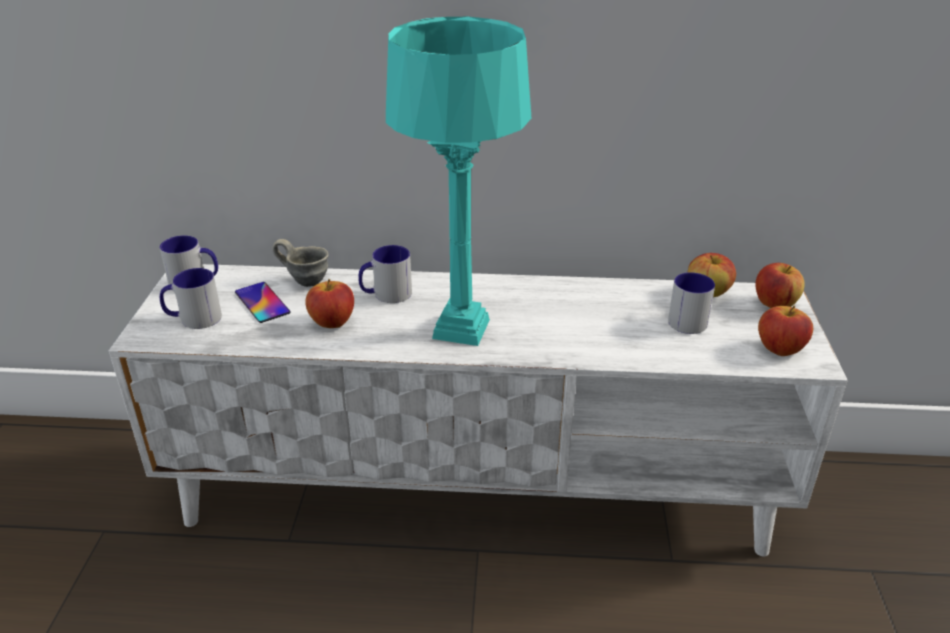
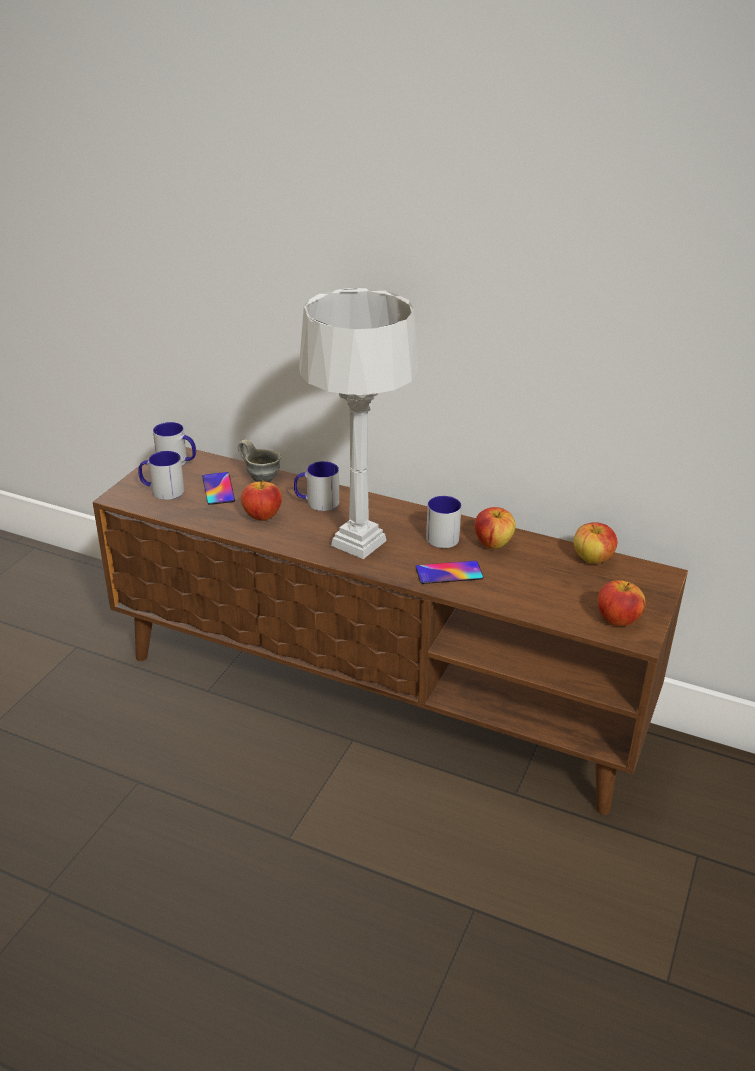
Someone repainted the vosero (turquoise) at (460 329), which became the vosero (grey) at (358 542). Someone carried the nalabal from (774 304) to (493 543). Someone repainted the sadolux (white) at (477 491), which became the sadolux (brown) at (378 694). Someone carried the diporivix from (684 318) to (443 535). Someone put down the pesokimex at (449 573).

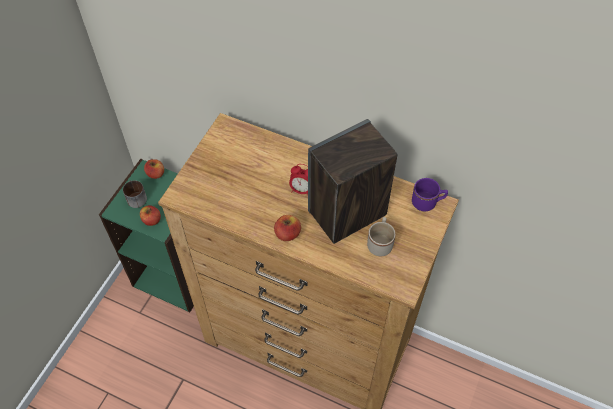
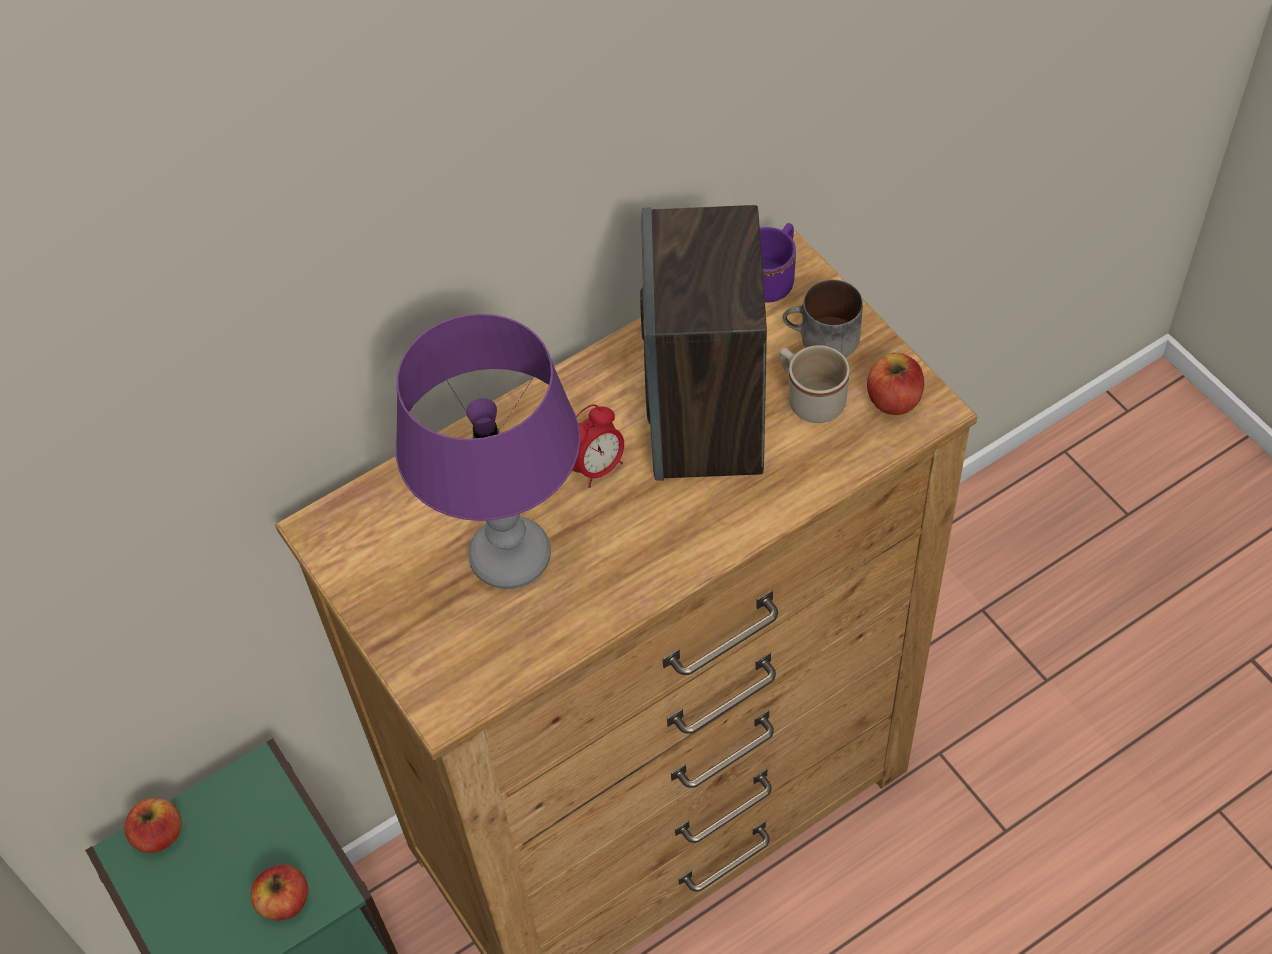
Someone carried the diporivix from (135 197) to (822 339). Someone carried the nalabal from (287 234) to (893 399). Someone put down the vosero (purple) at (511 558).

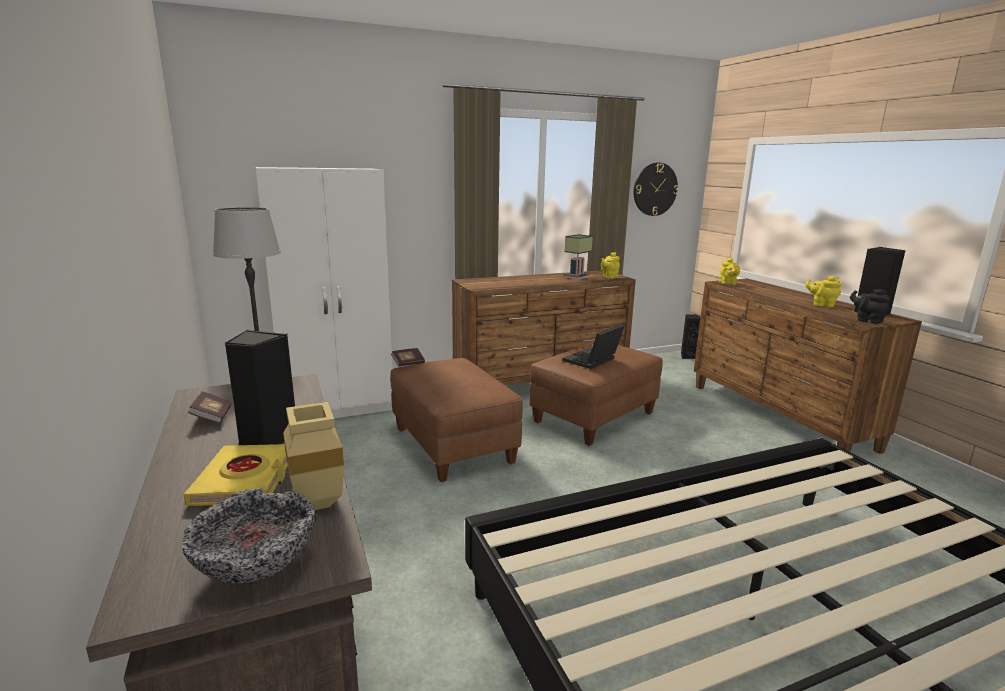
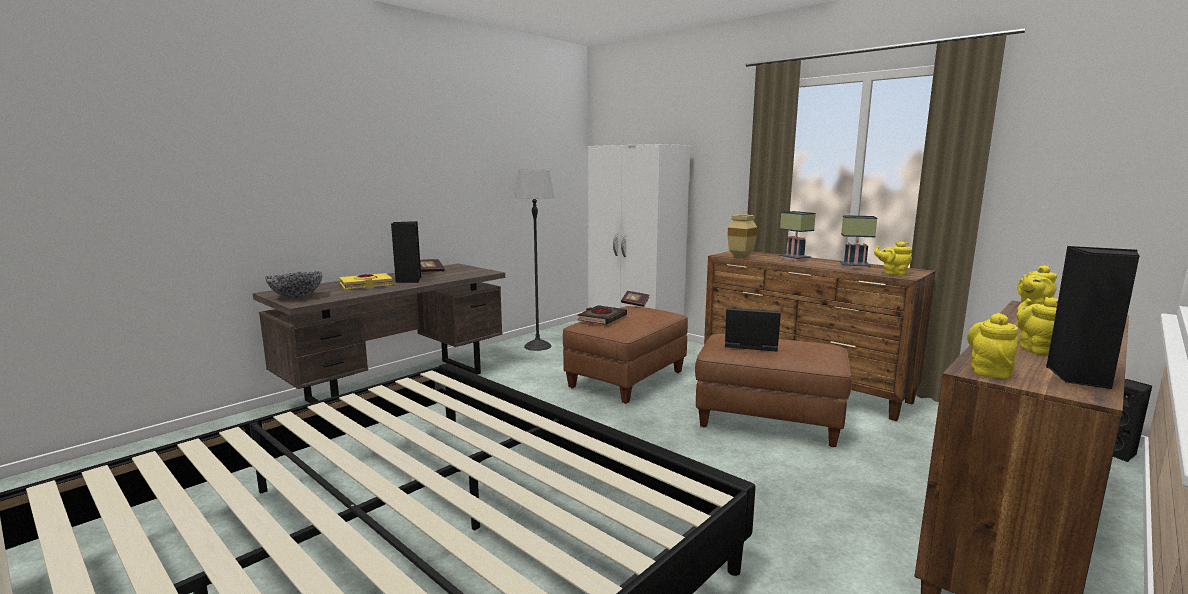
Someone took away the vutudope at (655 189). Someone repainted the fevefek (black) at (867 320), which became the fevefek (yellow) at (989 371). Someone carried the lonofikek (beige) from (320 504) to (741 257). Someone put down the vosero at (792 259). Someone put down the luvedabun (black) at (602 318).

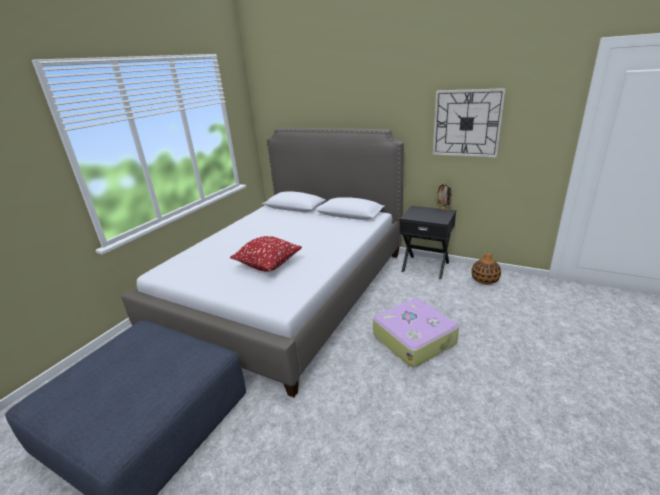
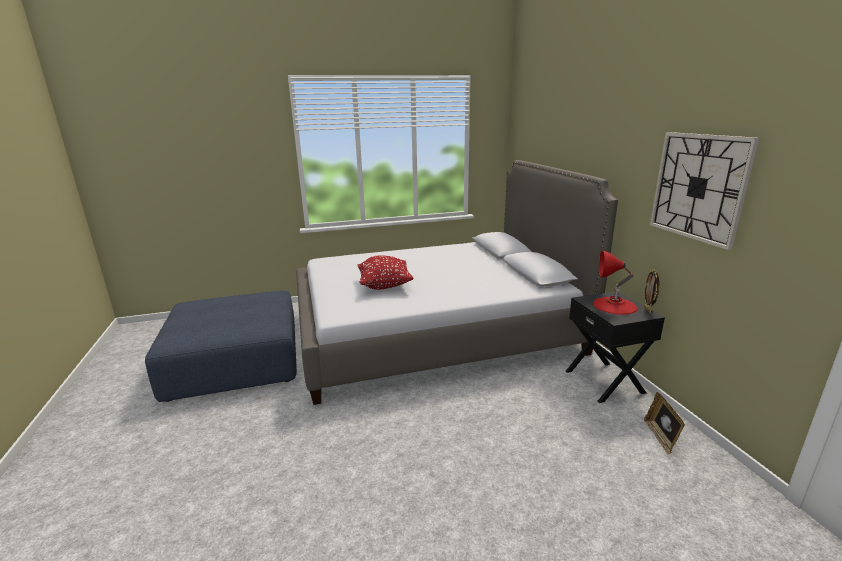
Someone swapped the lonofikek at (485 280) for the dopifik at (660 437). Someone took away the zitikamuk at (414 338). Someone put down the vosero (red) at (614 305).

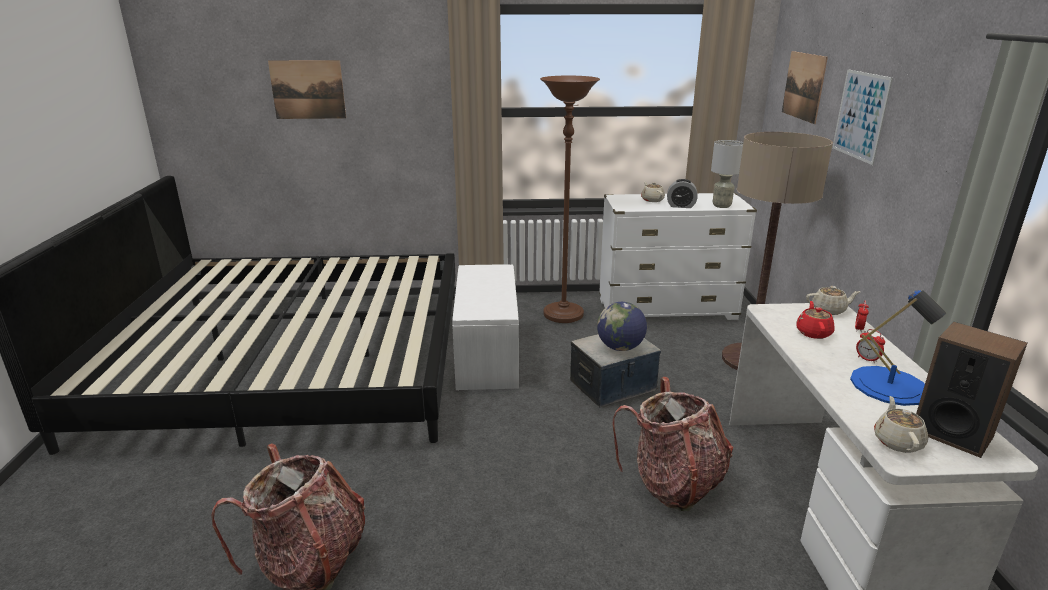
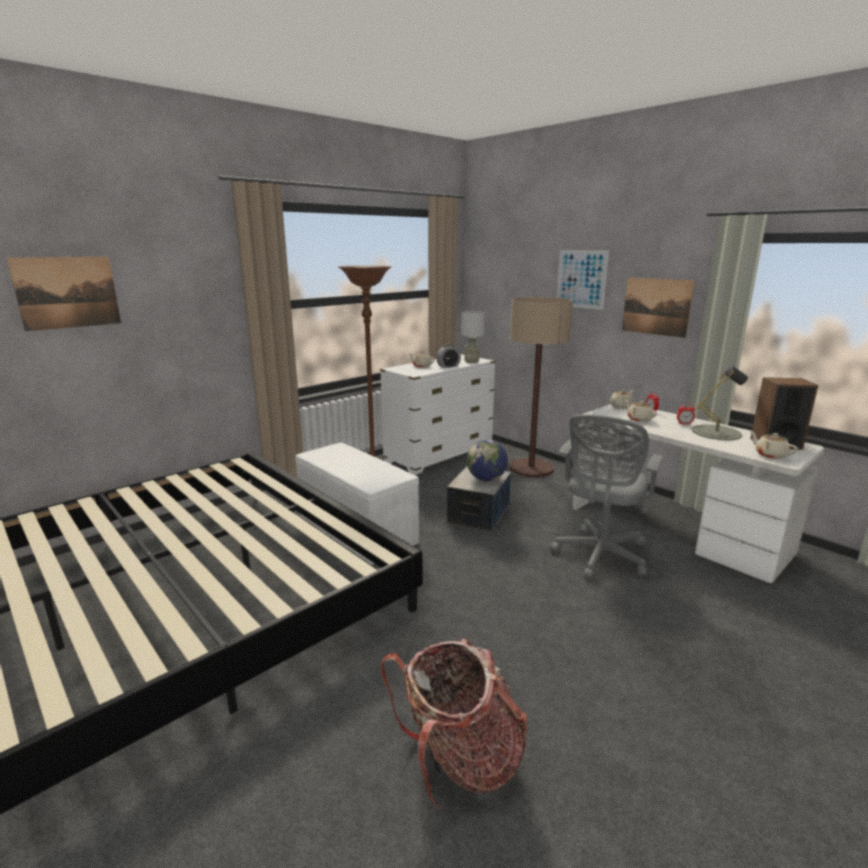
Someone carried the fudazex from (803 86) to (656 306). Someone repainted the vosero (blue) at (889 385), which became the vosero (grey) at (716 432). Someone repainted the fevefek (red) at (813 332), which became the fevefek (beige) at (639 419). Someone swapped the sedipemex at (673 484) for the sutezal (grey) at (599 557).

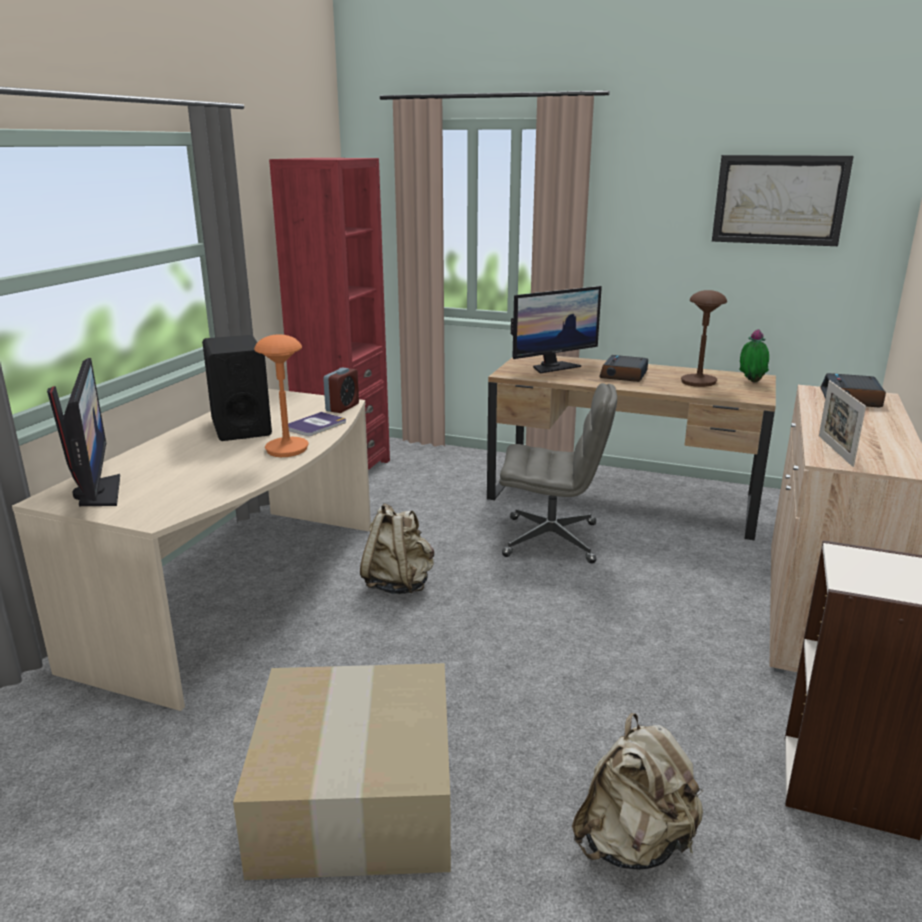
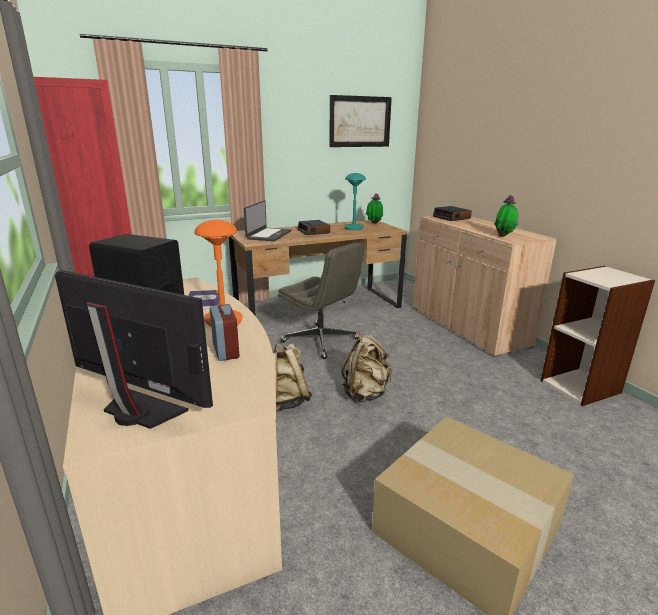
Someone swapped the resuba at (553 367) for the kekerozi at (268 235). Someone repainted the vosero (brown) at (698 382), which became the vosero (turquoise) at (354 228). Someone carried the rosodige from (342 407) to (226 351). Someone swapped the dopifik at (835 450) for the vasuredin at (504 236). Someone rotated the sutezal (grey) at (552 540) by 75 degrees clockwise. Someone carried the sedipemex (beige) from (633 843) to (365 393).

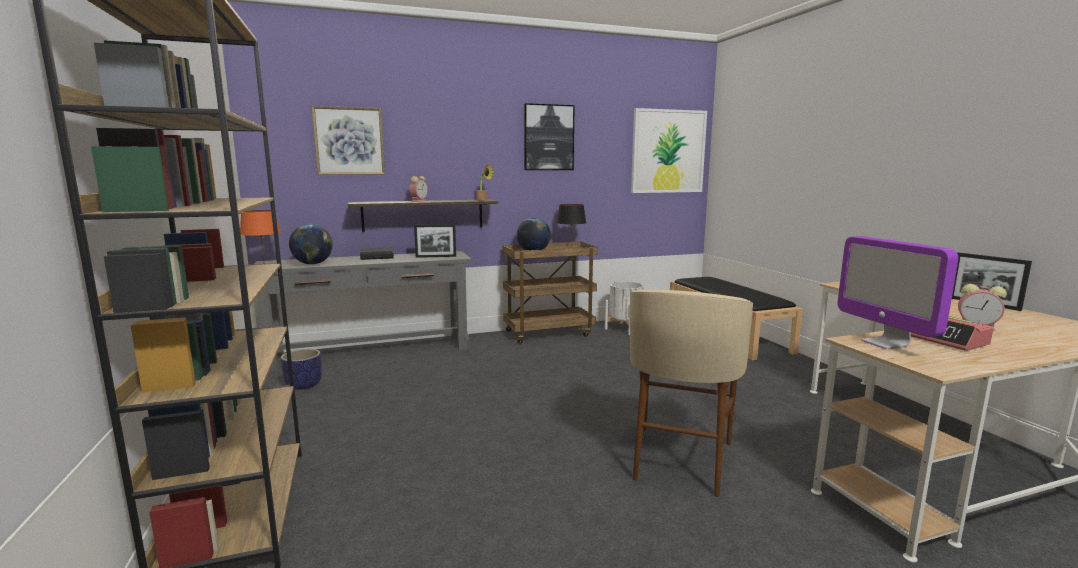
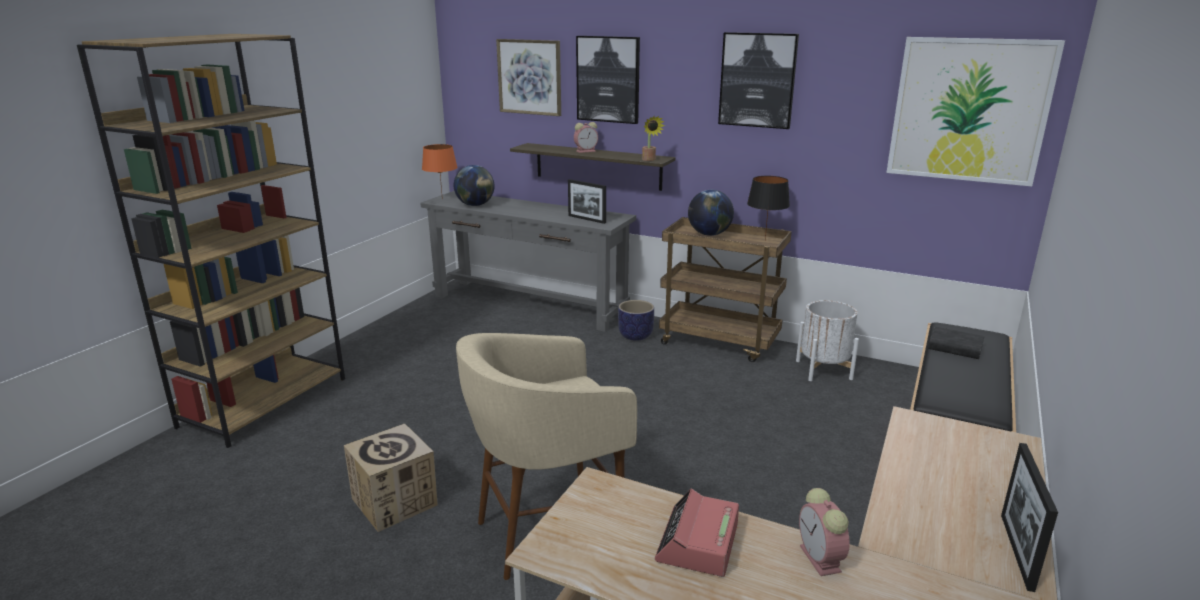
Someone took away the resuba at (884 343). Someone carried the luvedabun (black) from (377 257) to (955 347). Someone carried the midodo from (303 385) to (635 335). Someone put up the fudazex at (608 79). Someone put down the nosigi at (395 502).

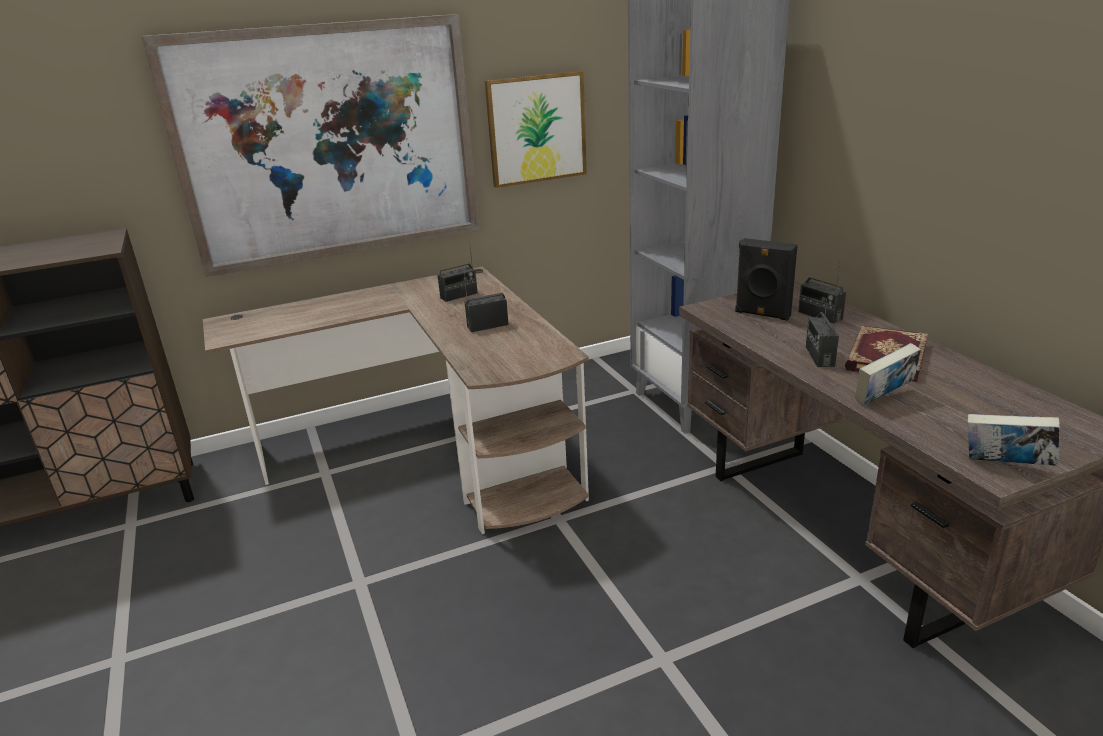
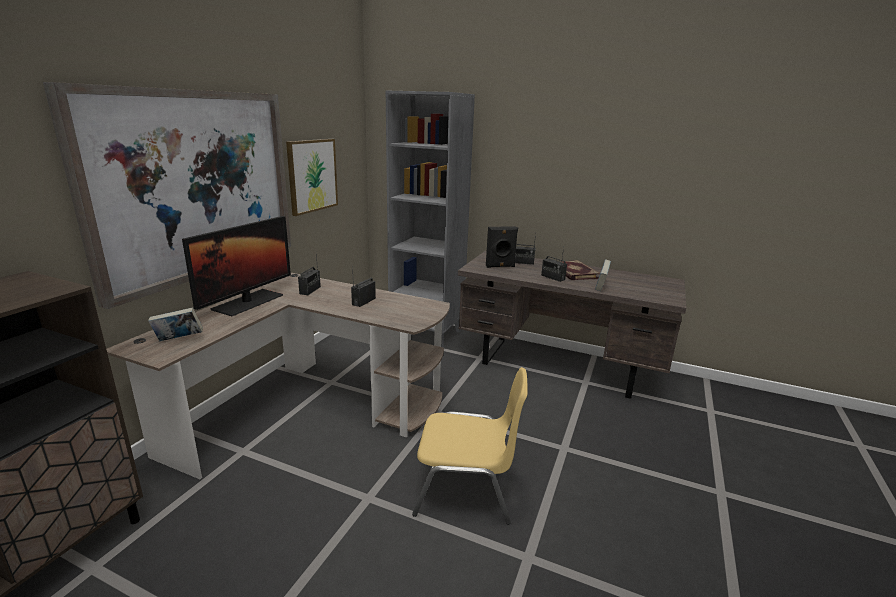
Someone carried the luvedabun from (1005 466) to (179 339). Someone put down the resuba at (248 302). Someone put down the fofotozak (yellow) at (466 488).

